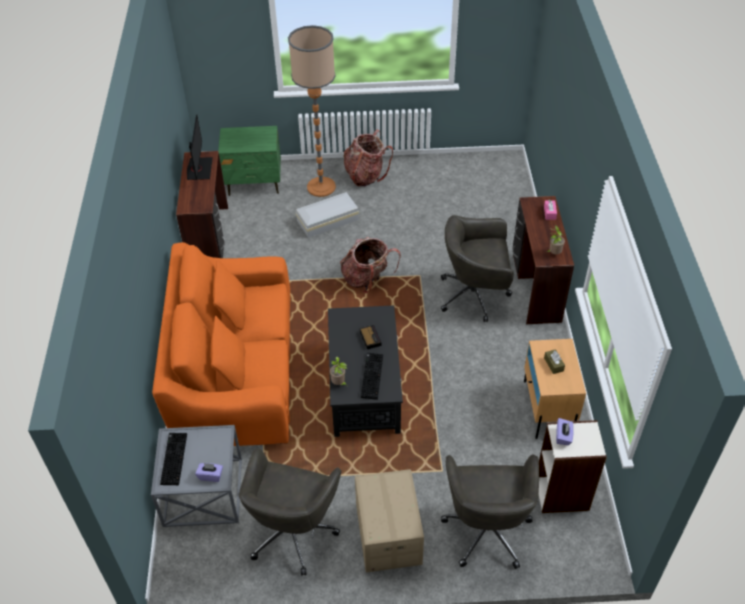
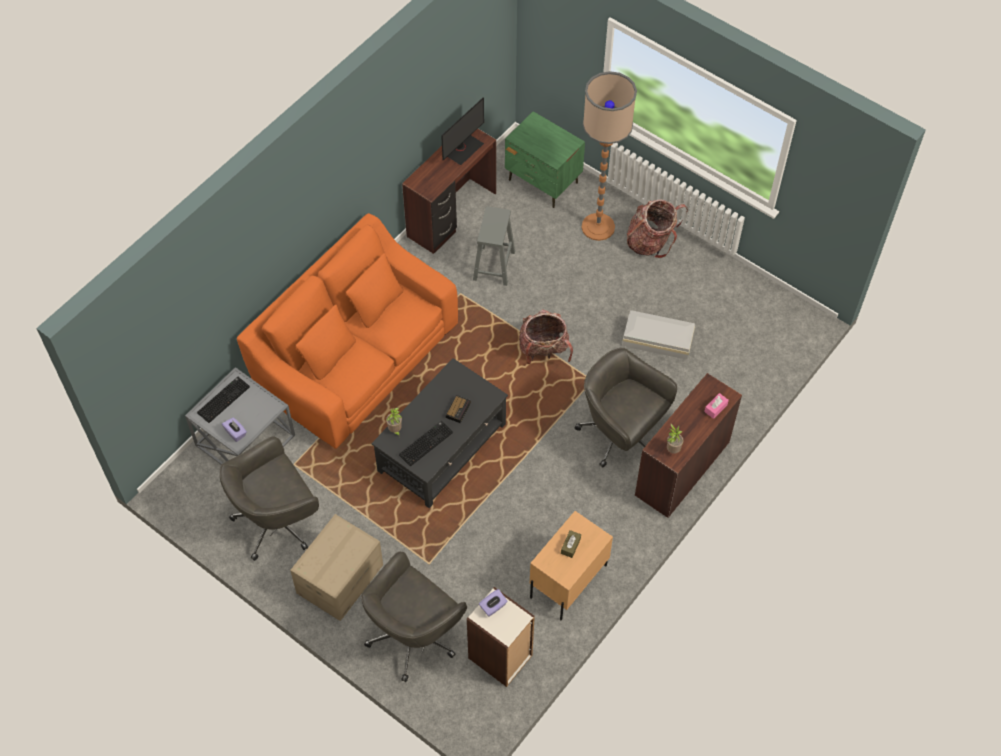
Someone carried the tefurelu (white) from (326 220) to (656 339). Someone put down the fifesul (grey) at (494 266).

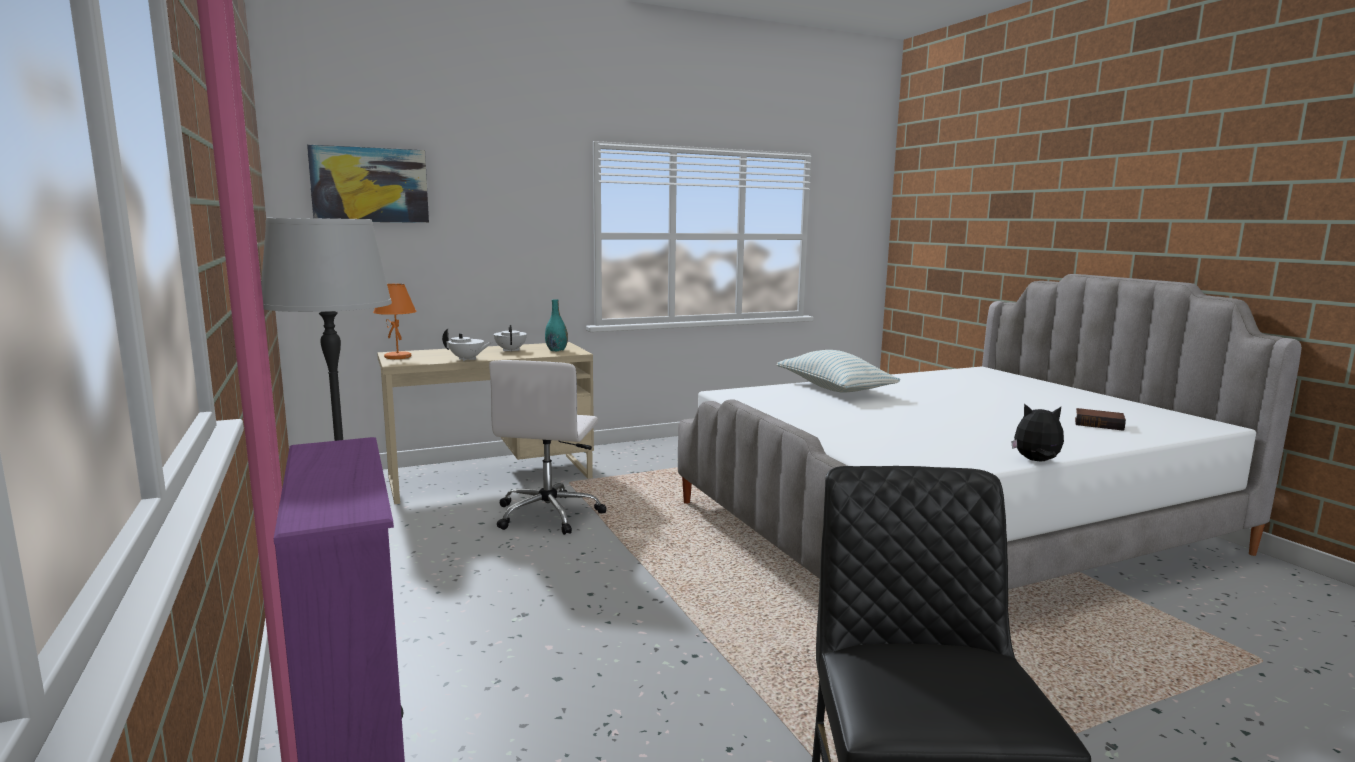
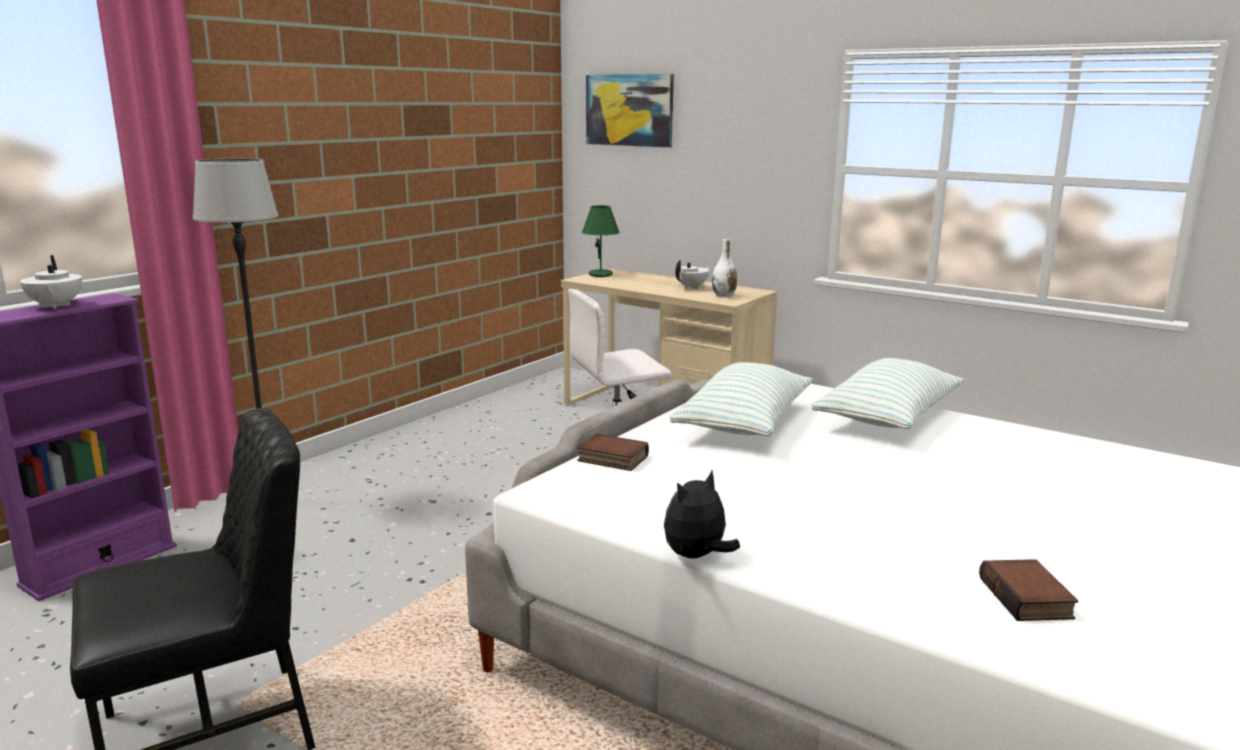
Someone repainted the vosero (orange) at (398 357), which became the vosero (green) at (601 275). Someone repainted the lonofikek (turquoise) at (556 350), which became the lonofikek (white) at (724 296). Someone carried the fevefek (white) from (467 359) to (55 306). Someone rotated the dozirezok at (1036 461) by 120 degrees counterclockwise. Someone put down the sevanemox at (744 423). Someone put down the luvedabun at (611 459).

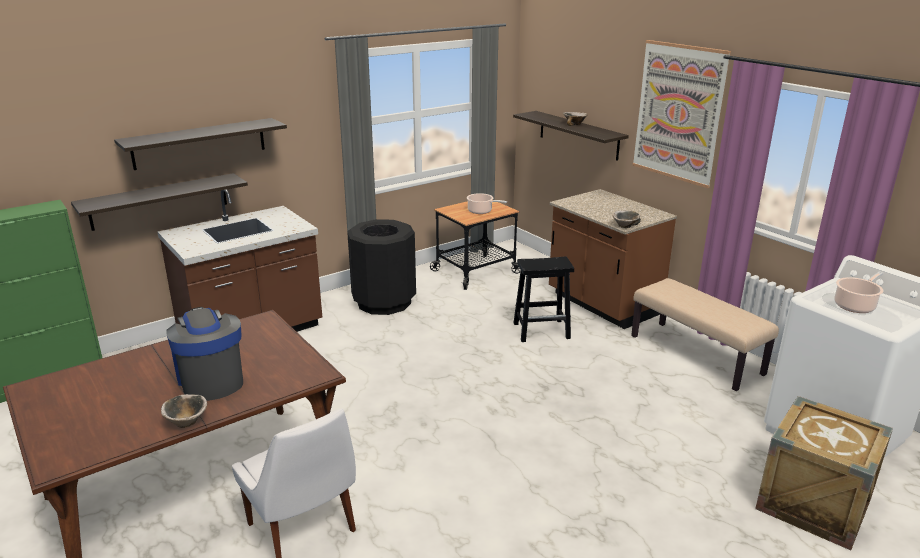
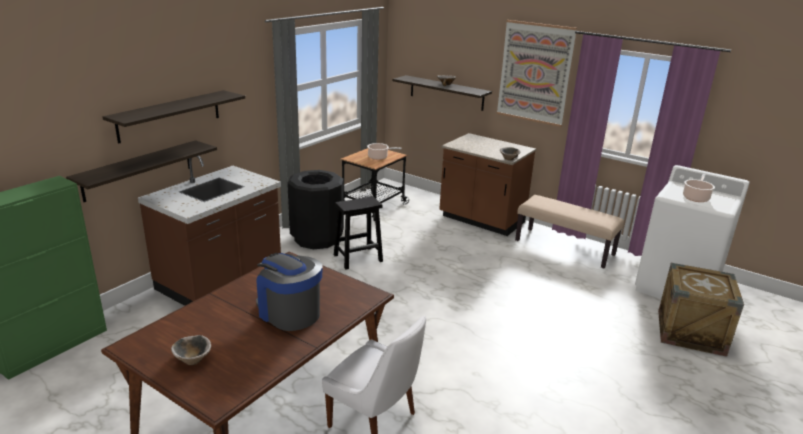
Someone carried the fifesul (black) from (542 330) to (358 258). Someone carried the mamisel from (186 421) to (193 359).

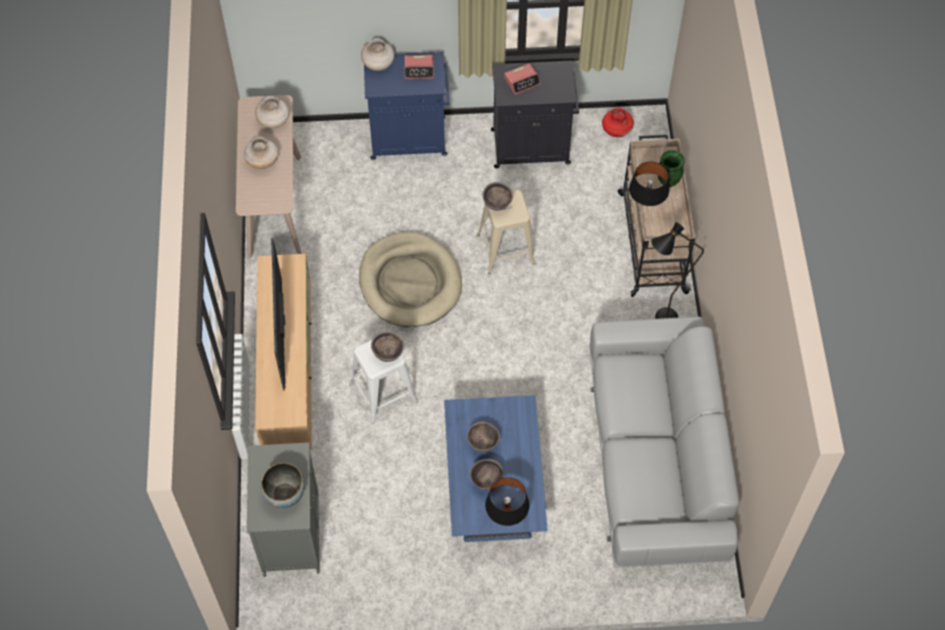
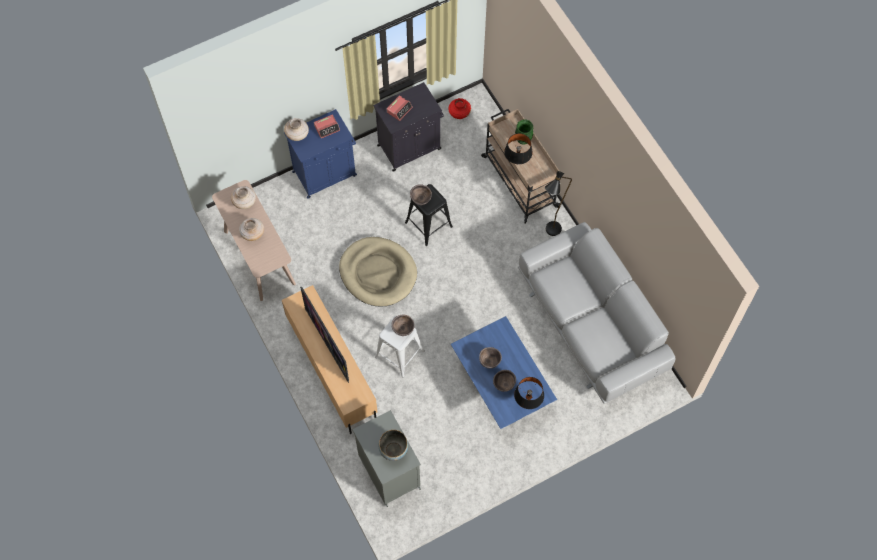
Someone repainted the fifesul (beige) at (506 249), which became the fifesul (black) at (428 224).

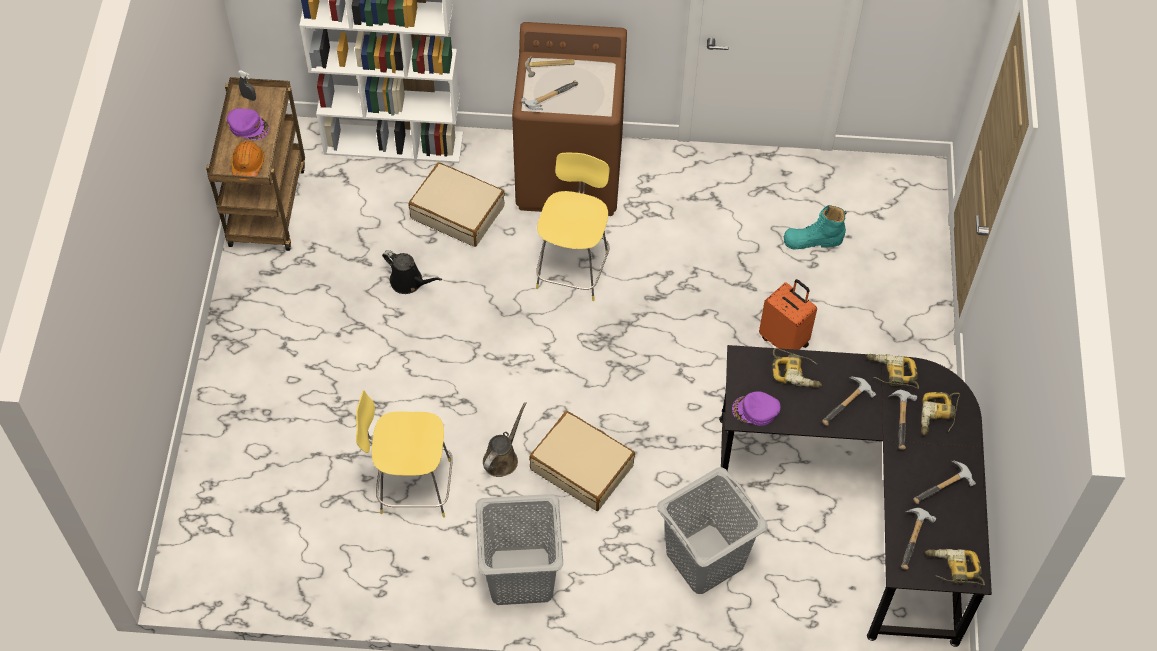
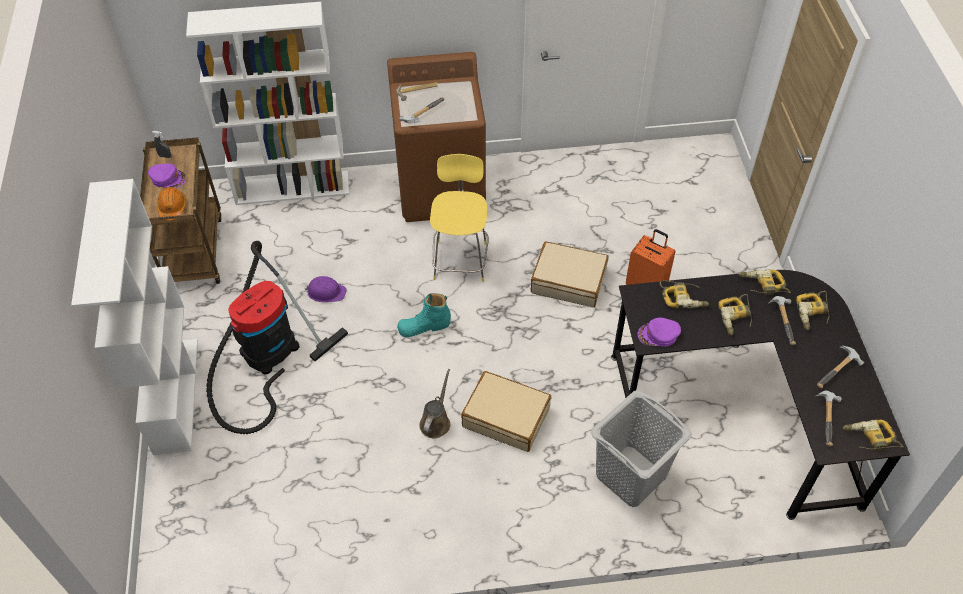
Someone carried the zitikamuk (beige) from (458 212) to (568 281). Someone carried the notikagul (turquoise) from (813 240) to (424 326). Someone swapped the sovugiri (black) at (409 282) for the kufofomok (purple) at (326 292). Someone swapped the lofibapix at (848 406) for the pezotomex at (735 317). Someone took away the fifesul (yellow) at (412 486). Someone took away the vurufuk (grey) at (520 575). Someone put down the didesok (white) at (175 394). Someone put down the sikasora at (266 355).

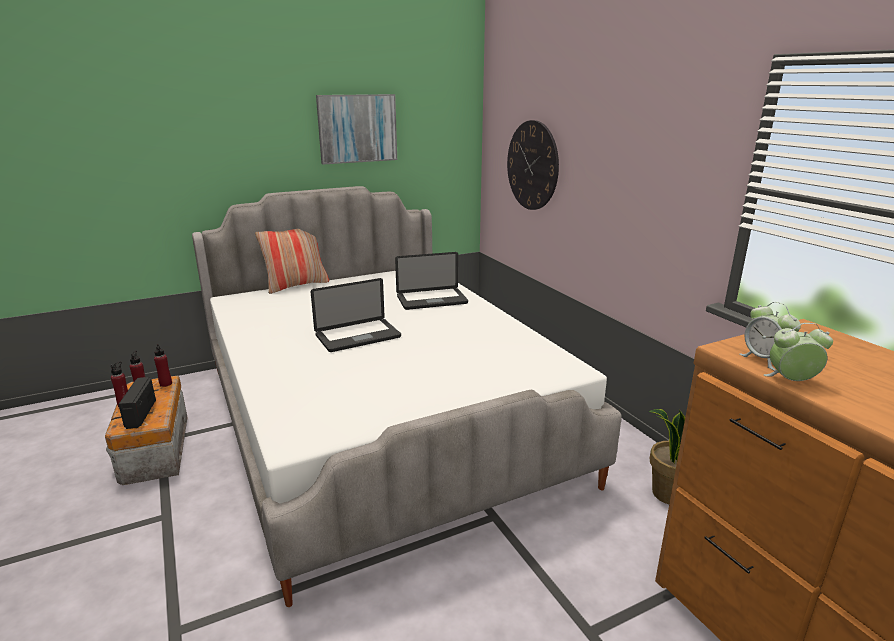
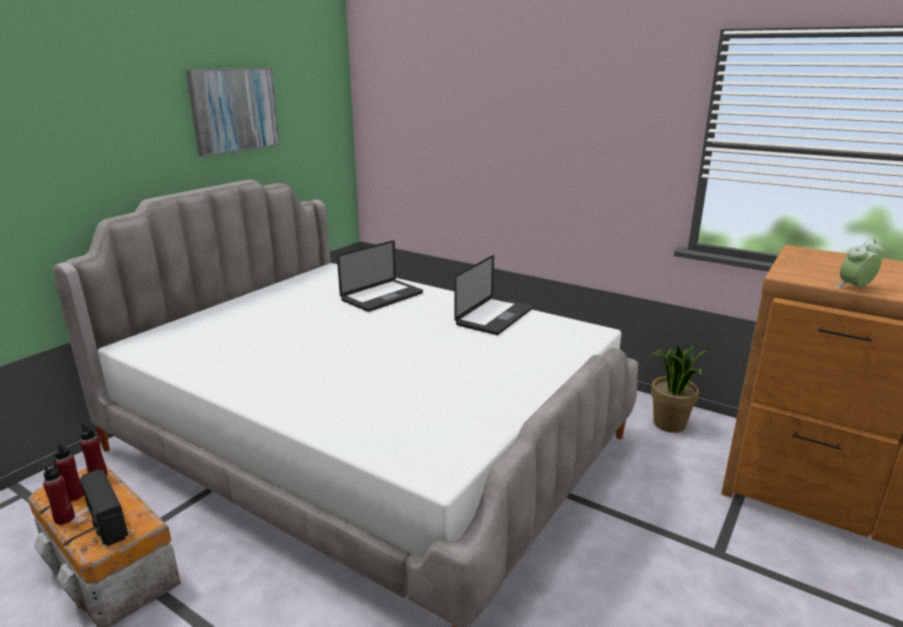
Someone took away the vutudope at (532 165). Someone took away the sevanemox at (296 285). Someone carried the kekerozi from (358 336) to (494 317). Someone took away the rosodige at (764 360).

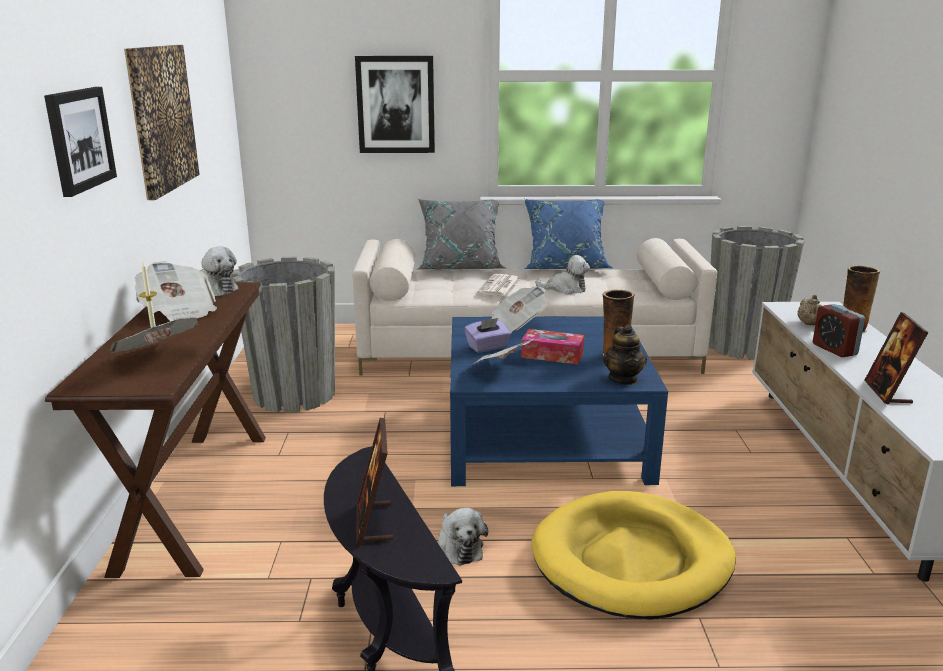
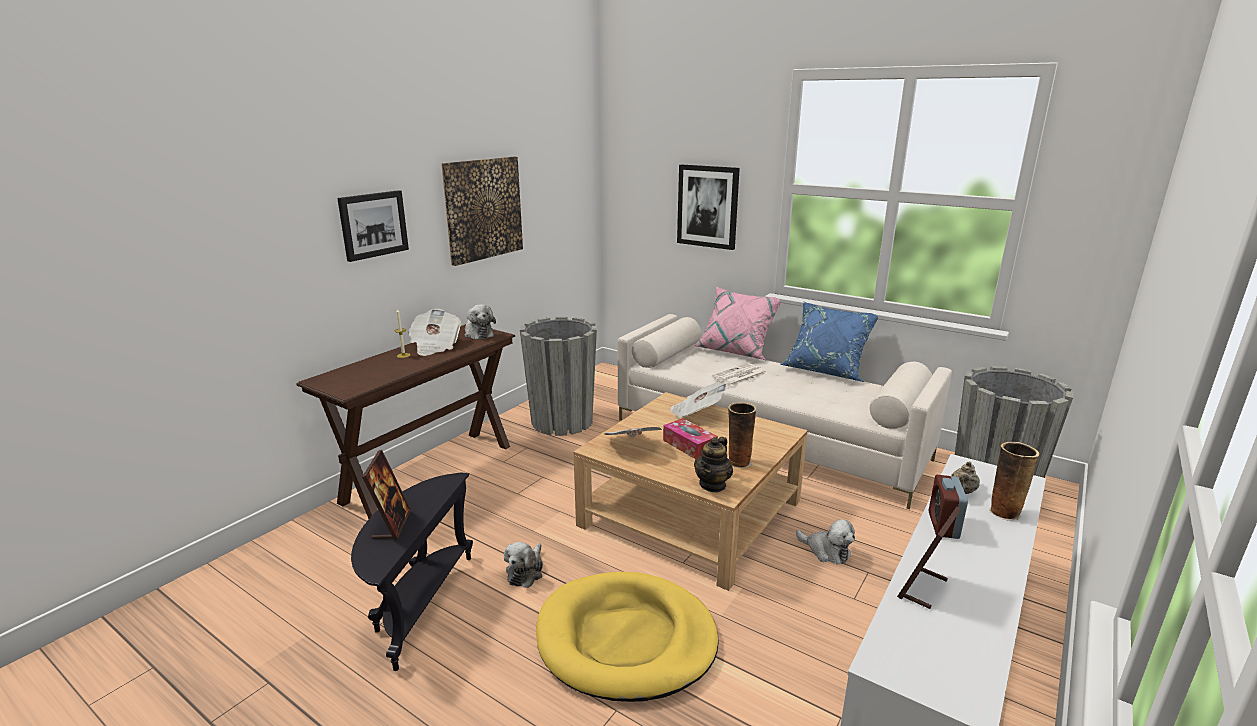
Someone repainted the sevanemox (grey) at (460 267), which became the sevanemox (pink) at (736 351). Someone carried the dozirezok from (565 289) to (826 551). Someone repainted the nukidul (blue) at (544 435), which became the nukidul (beige) at (691 513). Someone took away the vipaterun at (157 358). Someone took away the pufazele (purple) at (487 347). Someone rotated the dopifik at (374 523) by 150 degrees clockwise.

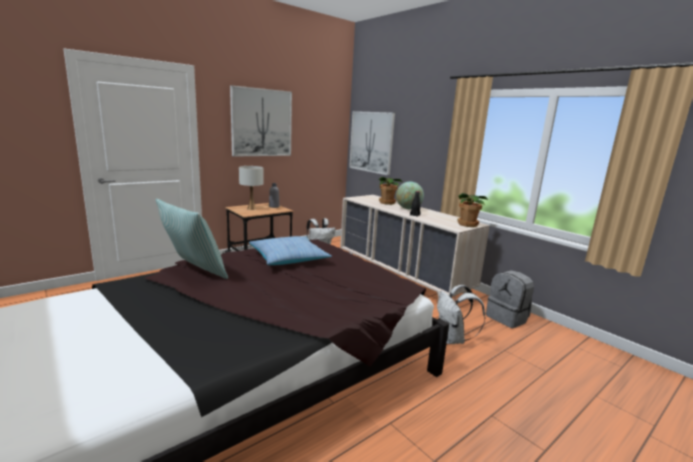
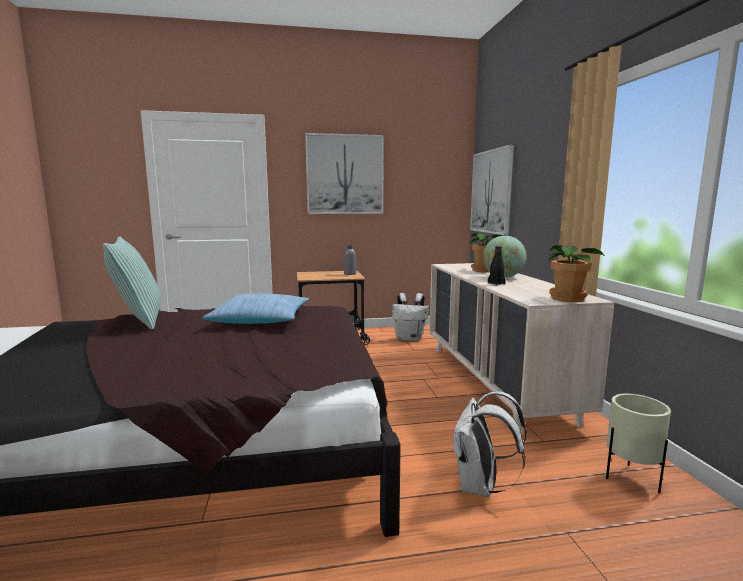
Someone took away the vosero (white) at (251 209). Someone swapped the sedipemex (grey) at (507 318) for the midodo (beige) at (631 479).

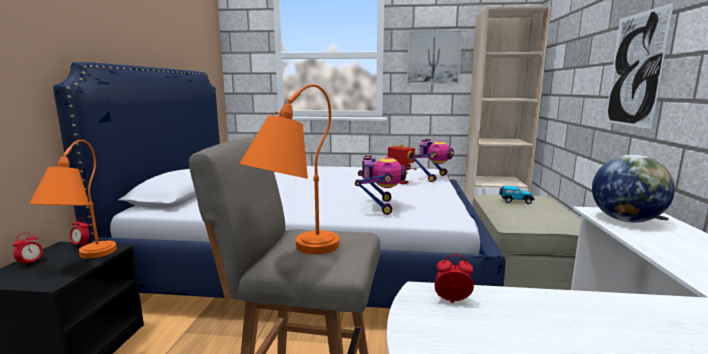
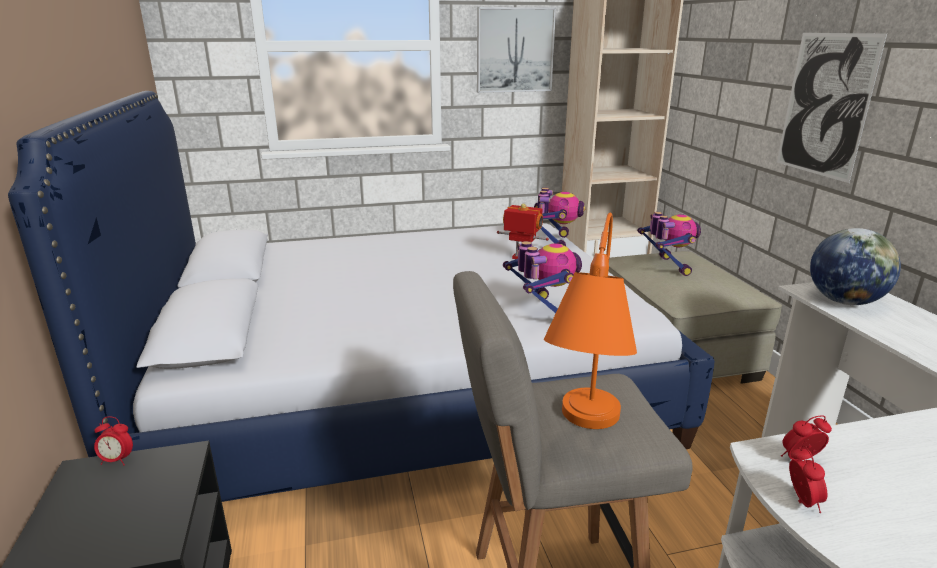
Someone took away the vosero (orange) at (82 261). Someone swapped the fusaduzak at (515 201) for the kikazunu at (667 266). Someone carried the rosodige from (31 263) to (801 502).

